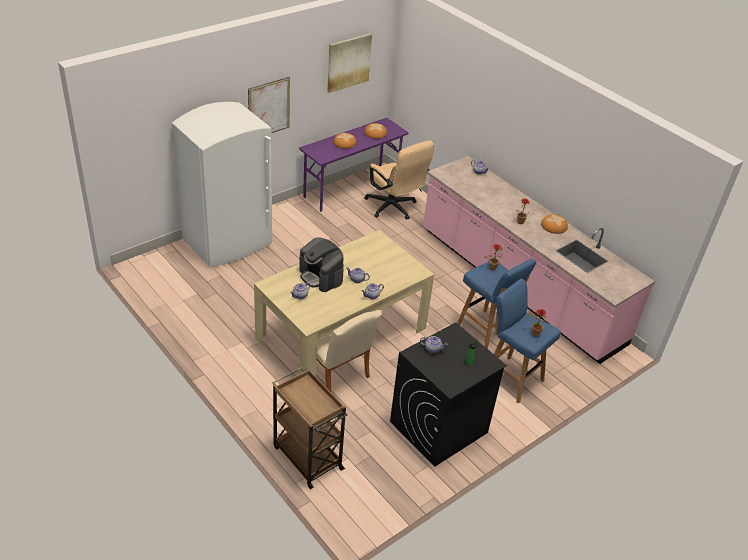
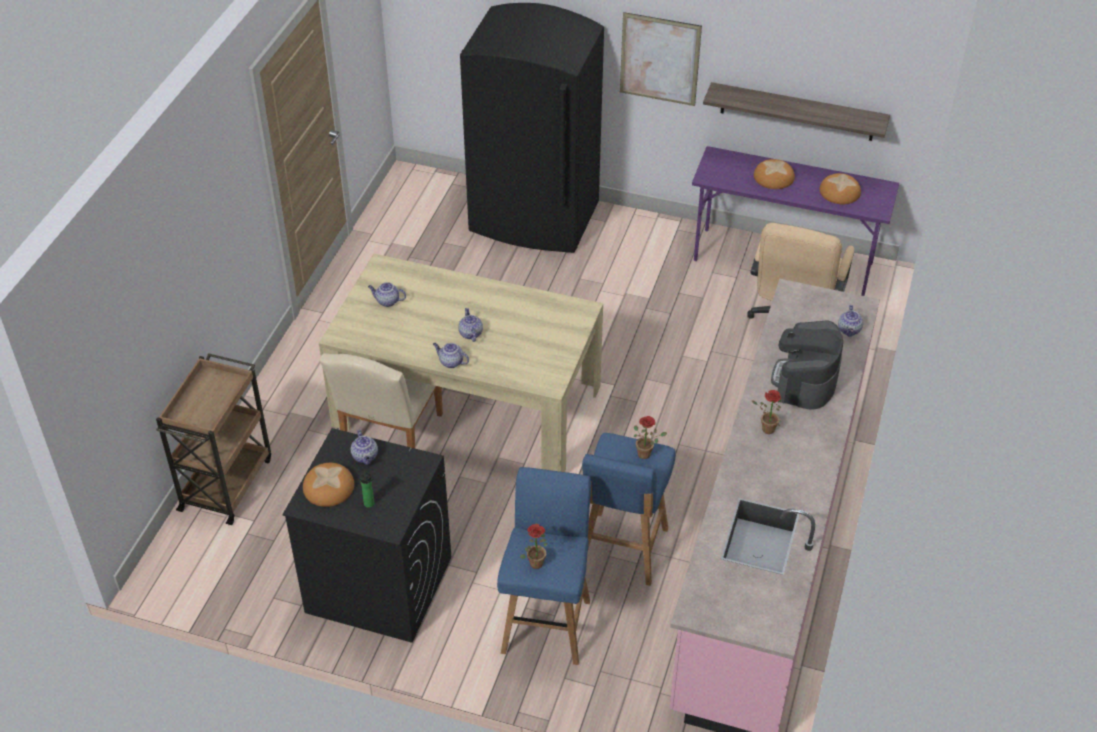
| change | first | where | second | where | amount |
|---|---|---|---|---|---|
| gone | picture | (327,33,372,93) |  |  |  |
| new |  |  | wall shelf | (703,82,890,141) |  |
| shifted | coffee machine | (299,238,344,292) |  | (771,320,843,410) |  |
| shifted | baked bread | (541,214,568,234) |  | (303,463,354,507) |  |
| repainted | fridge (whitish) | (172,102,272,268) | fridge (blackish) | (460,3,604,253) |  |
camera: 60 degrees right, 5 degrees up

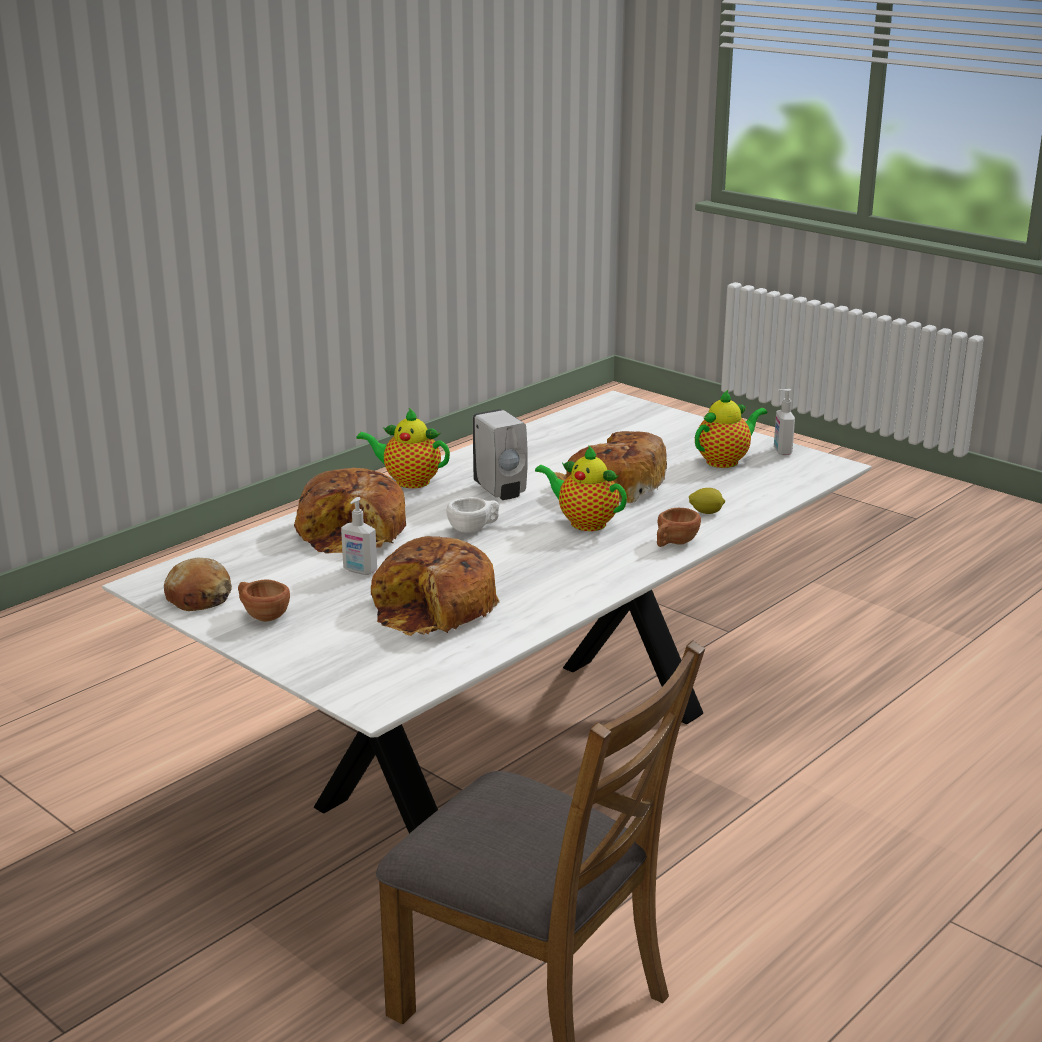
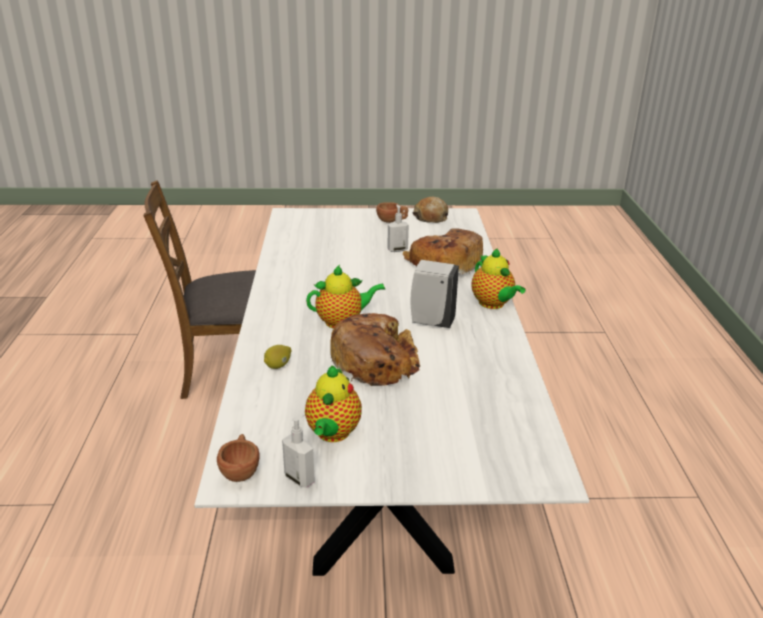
| change | first | where | second | where | amount |
|---|---|---|---|---|---|
| gone | baked bread | (371,536,500,636) |  |  |  |
| gone | drinking cup (whitish) | (446,497,499,533) |  |  |  |
| shifted | drinking cup (brown) | (657,508,701,547) |  | (217,434,260,482) |  |
| rotated | teapot | (356,408,450,488) |  | (471,248,526,309) | 90 degrees clockwise |
camera: 135 degrees right, 5 degrees up

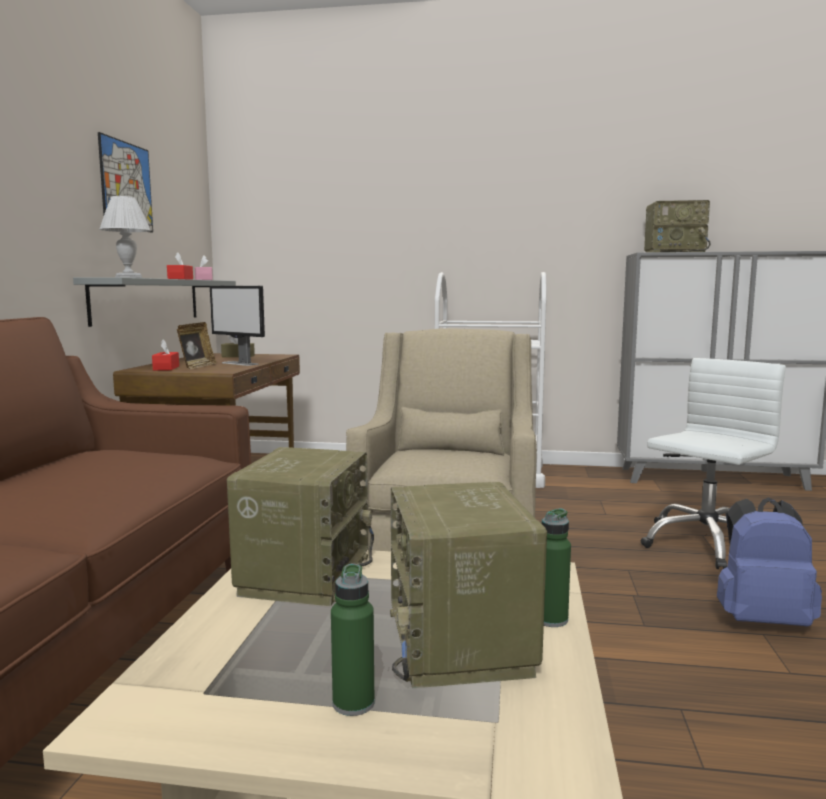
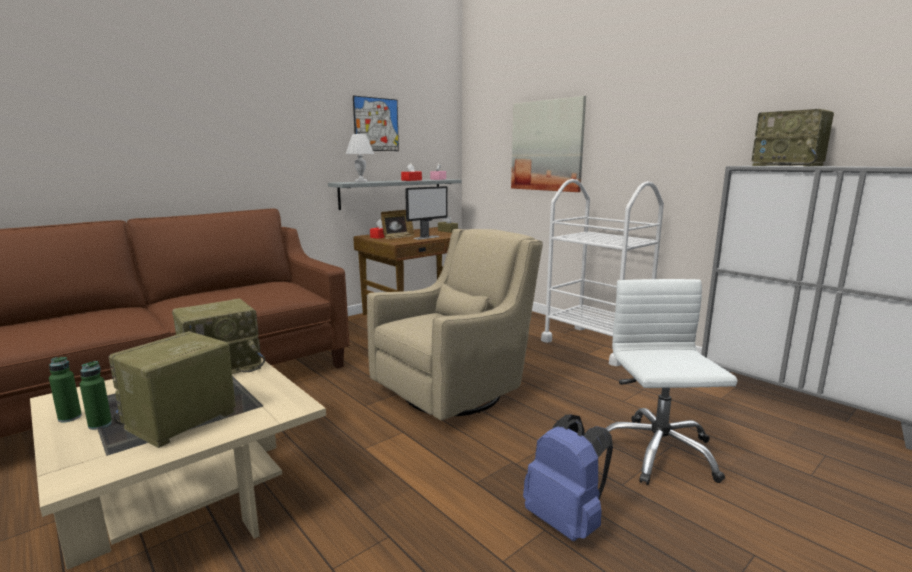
| change | first | where | second | where | amount |
|---|---|---|---|---|---|
| new |  |  | picture | (511,96,586,192) |  |
| shifted | drink bottle (green) | (542,509,571,627) |  | (49,357,82,423) |  |
| rotated | computer display | (210,286,265,366) |  | (405,186,448,240) | 120 degrees counterclockwise |
| rotated | desk chair (whitish) | (641,358,786,569) |  | (606,279,738,485) | 90 degrees counterclockwise |
camera: 40 degrees right, 5 degrees up

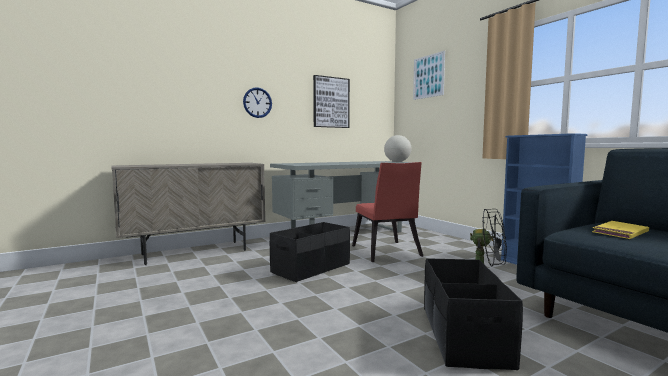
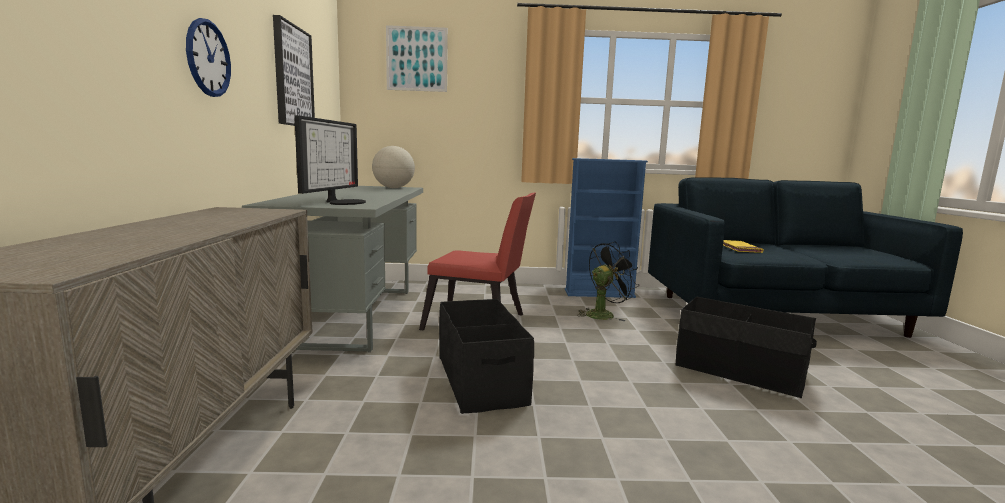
| change | first | where | second | where | amount |
|---|---|---|---|---|---|
| new |  |  | computer display | (294,115,366,205) |  |
camera: 60 degrees left, 5 degrees up

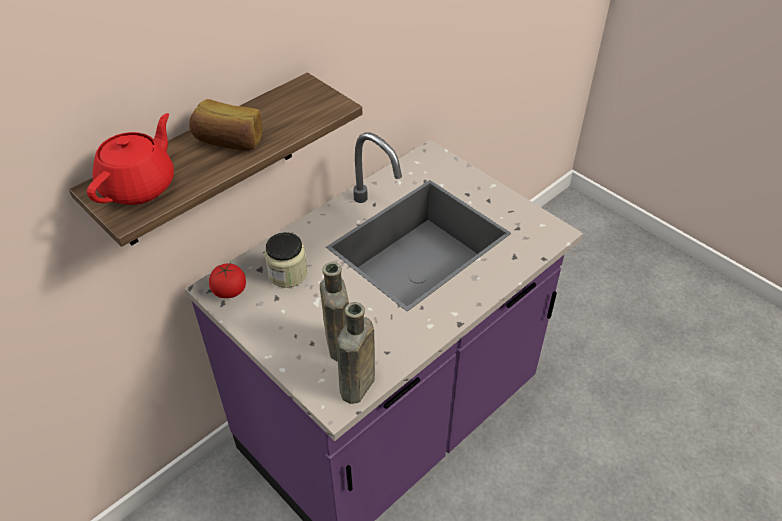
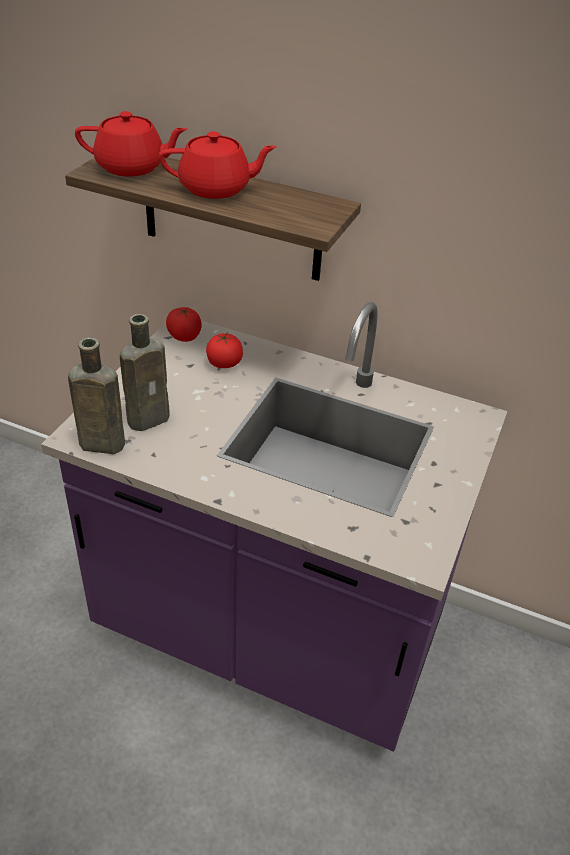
| change | first | where | second | where | amount |
|---|---|---|---|---|---|
| swapped | baked bread | (189,99,263,151) | teapot (reddish) | (159,131,277,199) |  |
| swapped | storage jar | (265,232,307,288) | fresh tomato | (206,333,243,368) |  |
camera: 65 degrees right, 5 degrees down

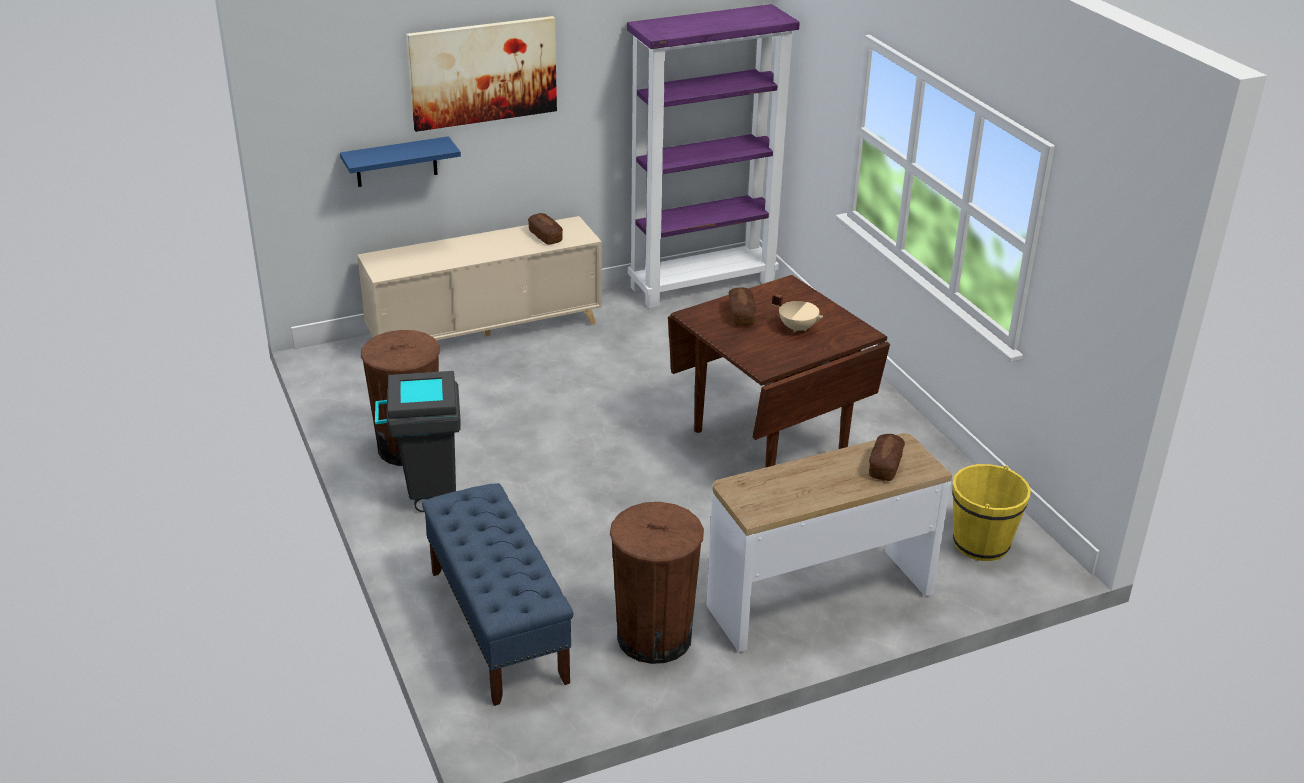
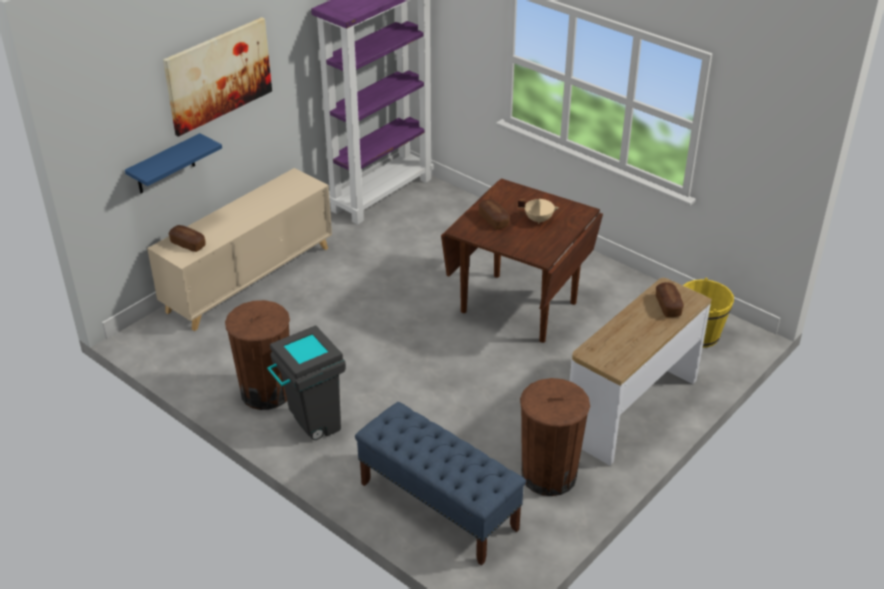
| change | first | where | second | where | amount |
|---|---|---|---|---|---|
| shifted | baked bread | (528,213,563,245) |  | (169,225,205,252) |  |
camera: 25 degrees left, 5 degrees up

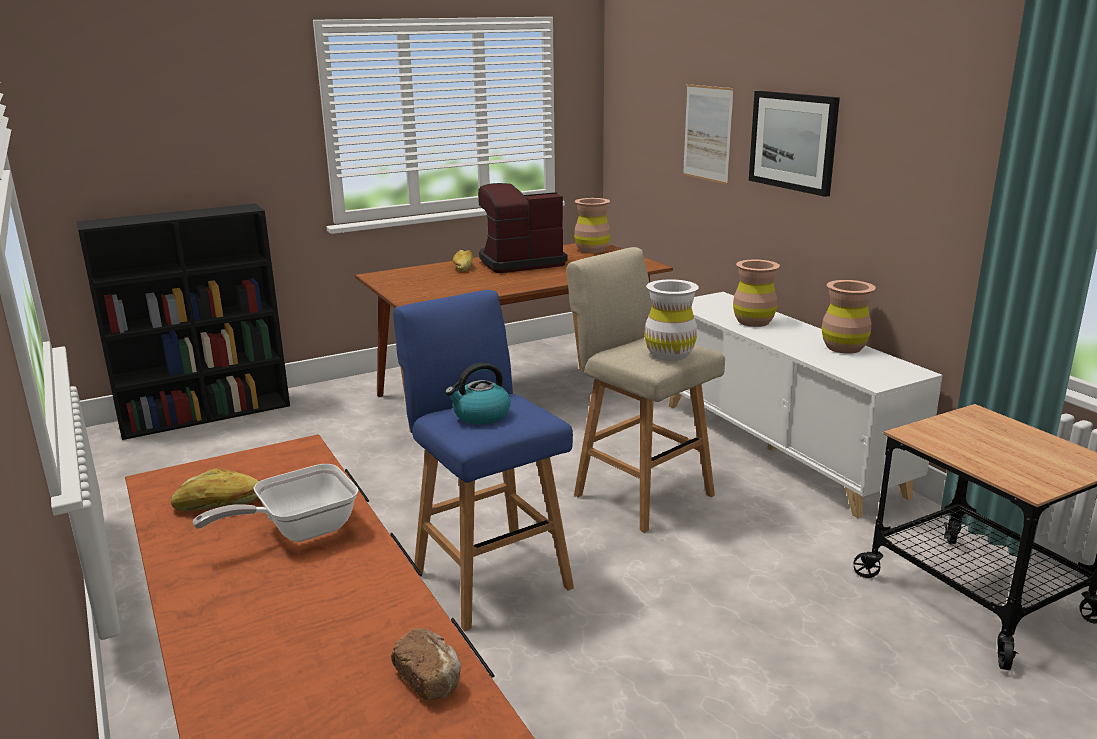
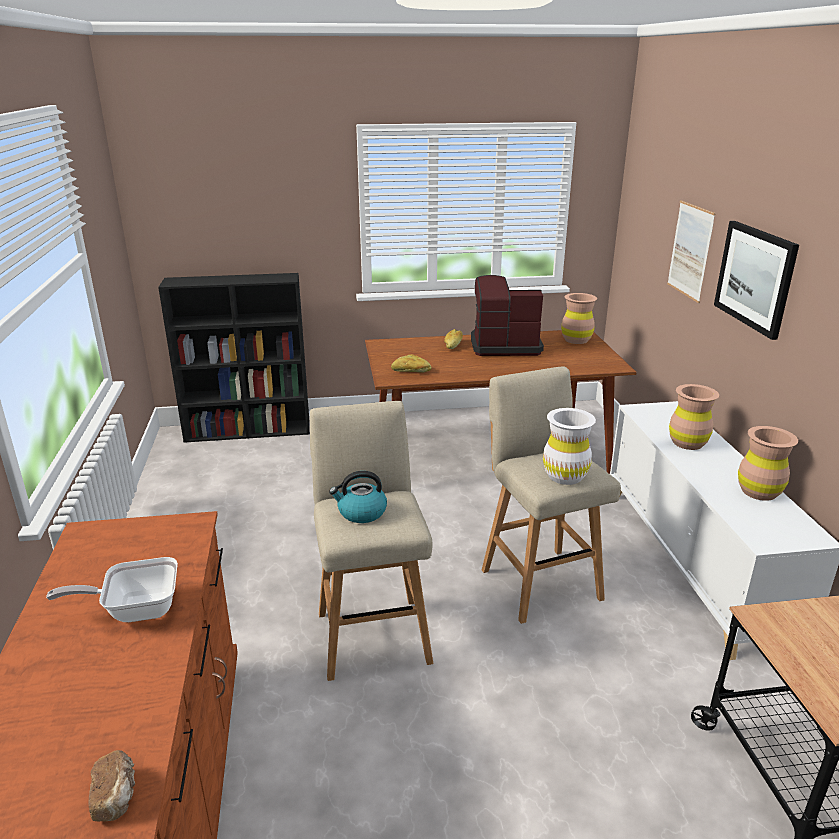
| change | first | where | second | where | amount |
|---|---|---|---|---|---|
| shifted | baked bread | (171,468,259,511) |  | (391,354,431,373) |  |
| repainted | sitting stool (blue-coloured) | (393,290,574,631) | sitting stool (beige-coloured) | (310,401,433,681) |  |
camera: 20 degrees right, 5 degrees up

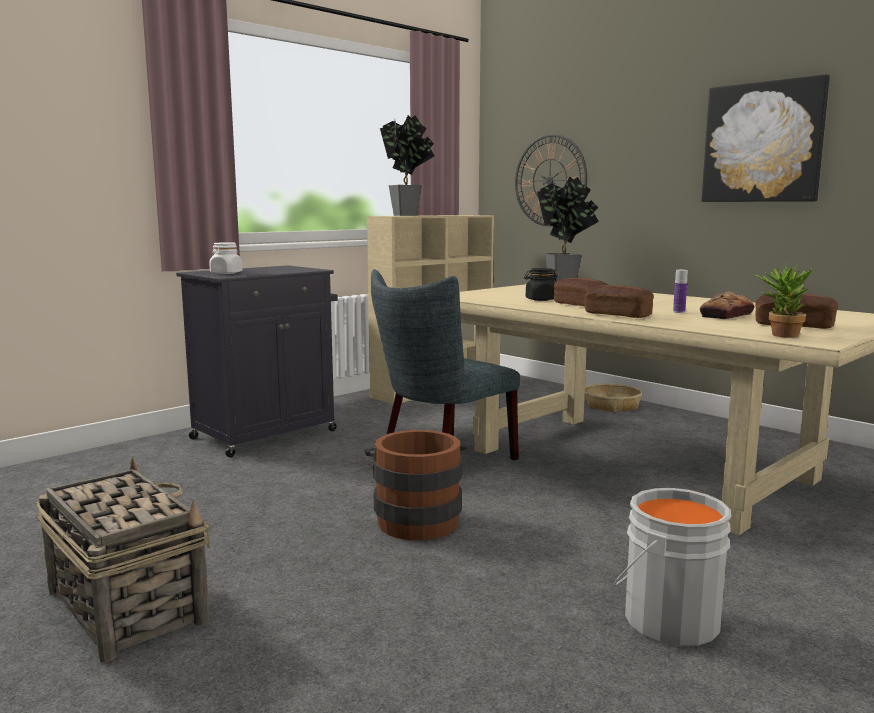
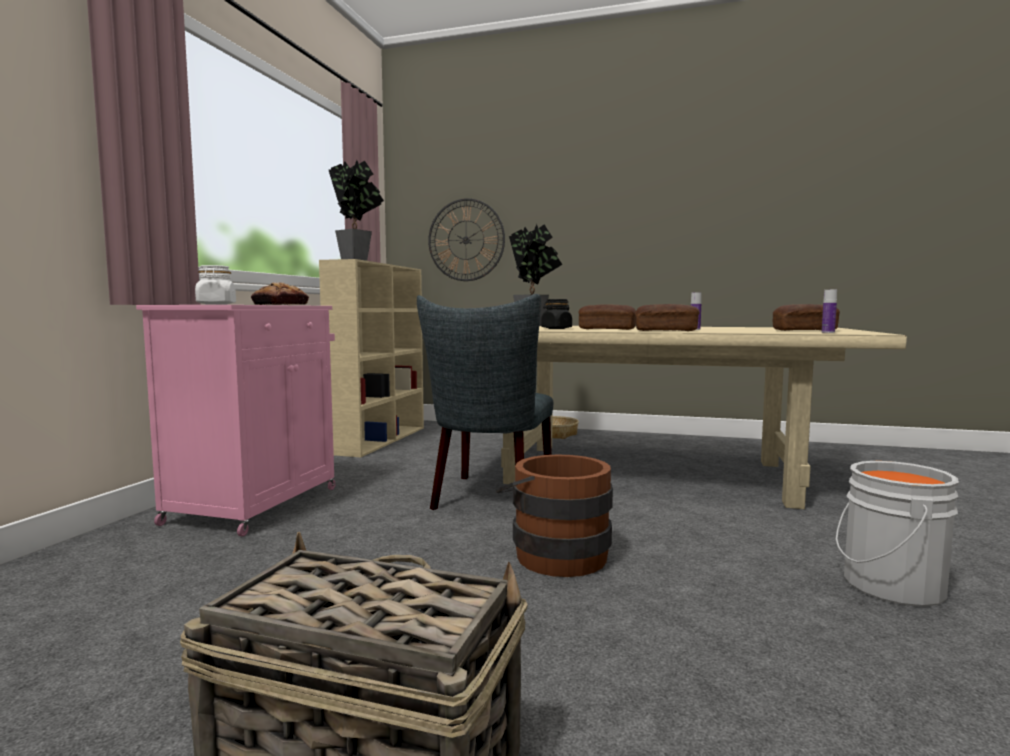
| change | first | where | second | where | amount |
|---|---|---|---|---|---|
| gone | picture | (702,74,830,202) |  |  |  |
| shifted | baked bread | (700,291,755,319) |  | (251,282,309,305) |  |
| swapped | houseplant | (754,263,814,338) | drink bottle | (822,290,837,333) |  |
| repainted | cabinet (blackish) | (176,265,338,457) | cabinet (pink-coloured) | (136,305,335,536) |  |
camera: 30 degrees left, 5 degrees down

